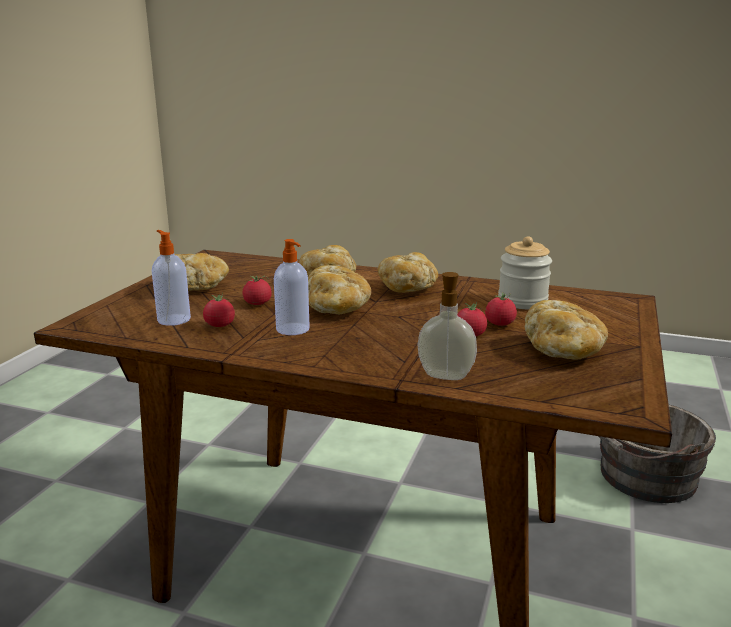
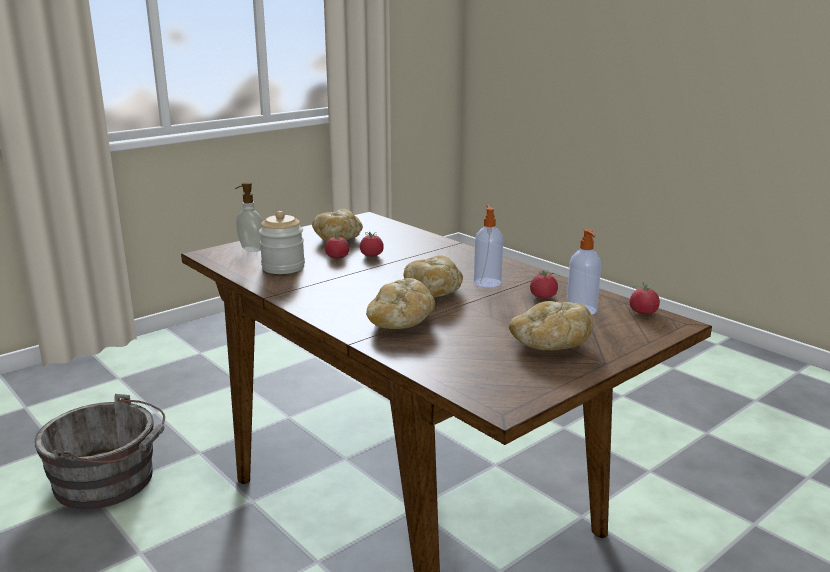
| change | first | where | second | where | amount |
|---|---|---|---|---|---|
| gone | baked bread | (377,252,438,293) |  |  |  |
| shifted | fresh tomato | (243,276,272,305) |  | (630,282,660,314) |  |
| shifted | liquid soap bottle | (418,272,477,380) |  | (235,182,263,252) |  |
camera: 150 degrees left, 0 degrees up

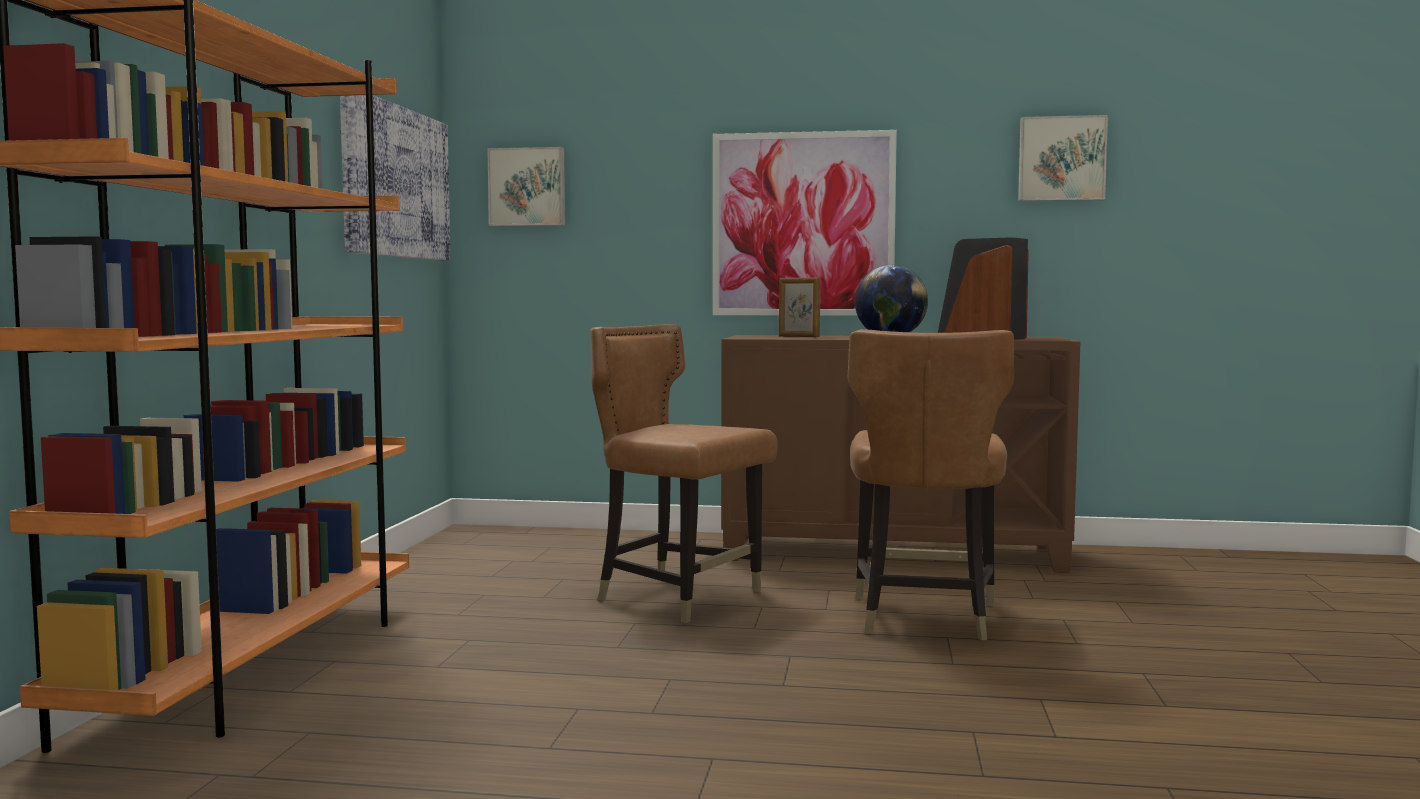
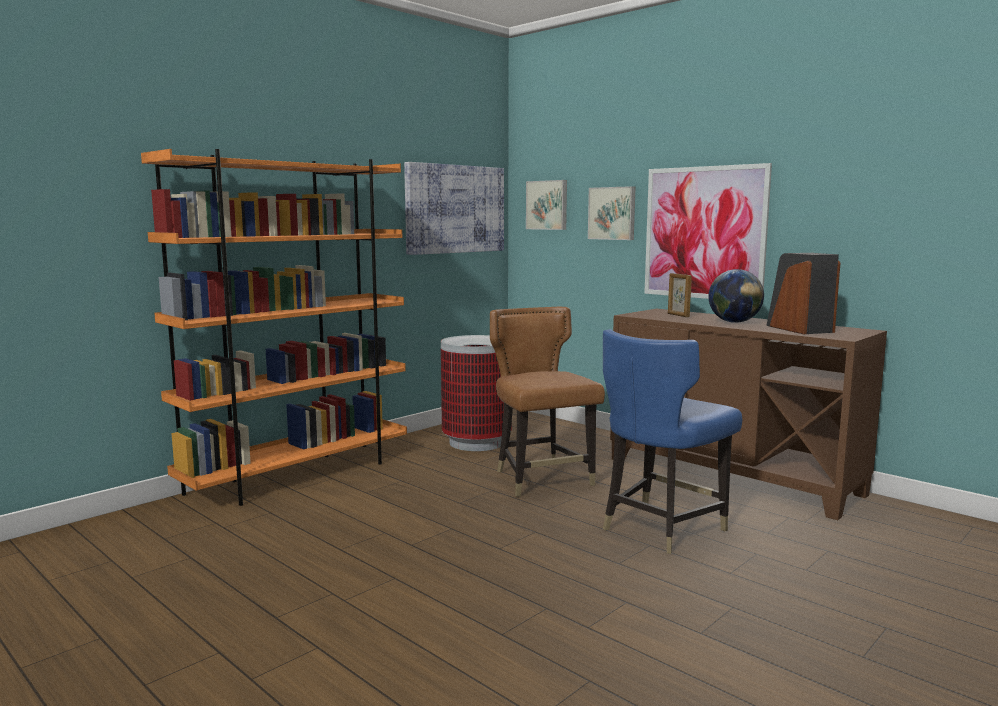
| change | first | where | second | where | amount |
|---|---|---|---|---|---|
| new |  |  | trash can | (441,335,512,451) |  |
| shifted | picture | (1018,115,1108,201) |  | (588,186,636,240) |  |
| repainted | chair (brown) | (848,329,1014,641) | chair (blue-coloured) | (603,329,742,554) |  |
camera: 35 degrees right, 5 degrees up

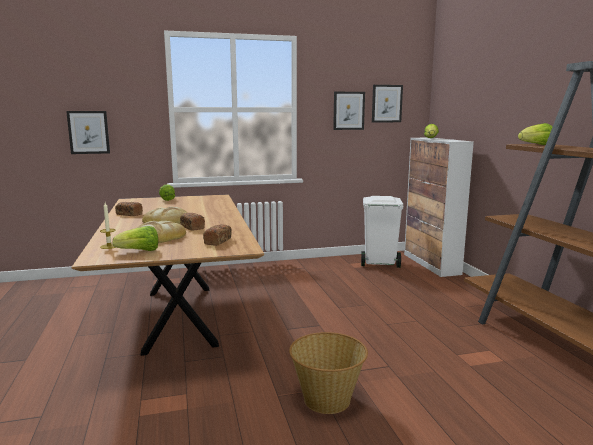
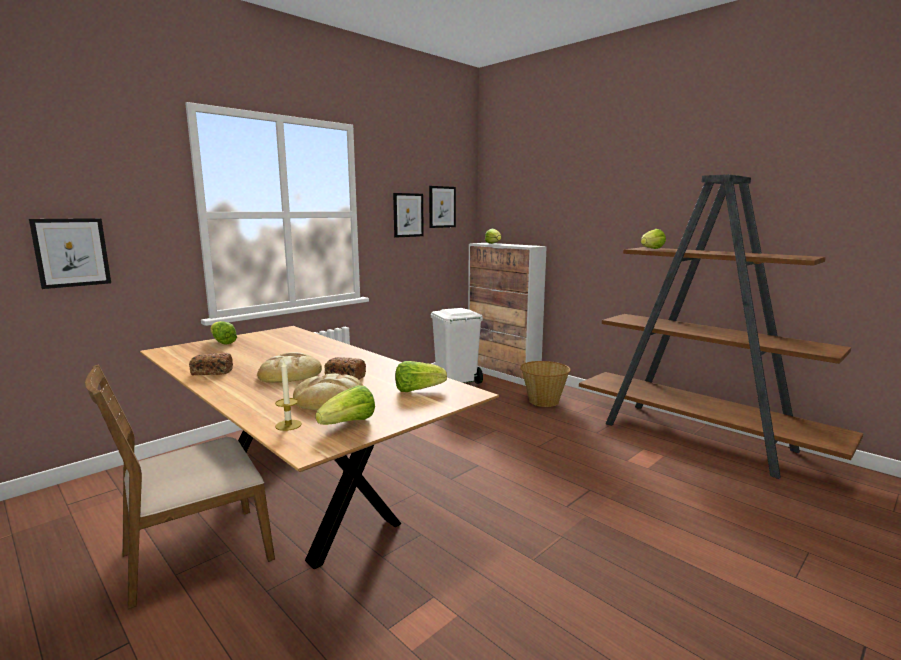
| change | first | where | second | where | amount |
|---|---|---|---|---|---|
| new |  |  | chair (brown) | (85,364,275,609) |  |
| shifted | household basket | (289,332,368,414) |  | (520,361,571,407) |  |
| swapped | baked bread | (203,224,232,246) | lettuce head | (395,361,447,392) |  |
camera: 30 degrees left, 0 degrees up

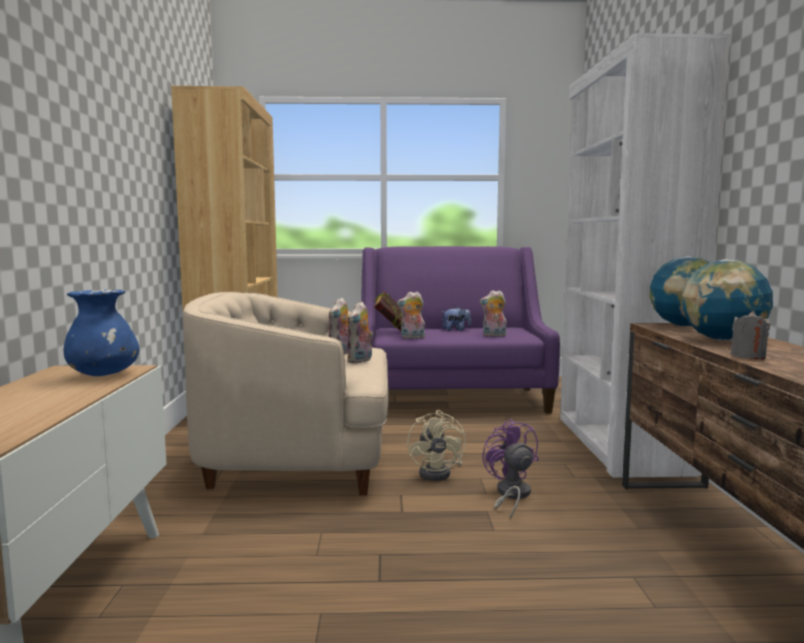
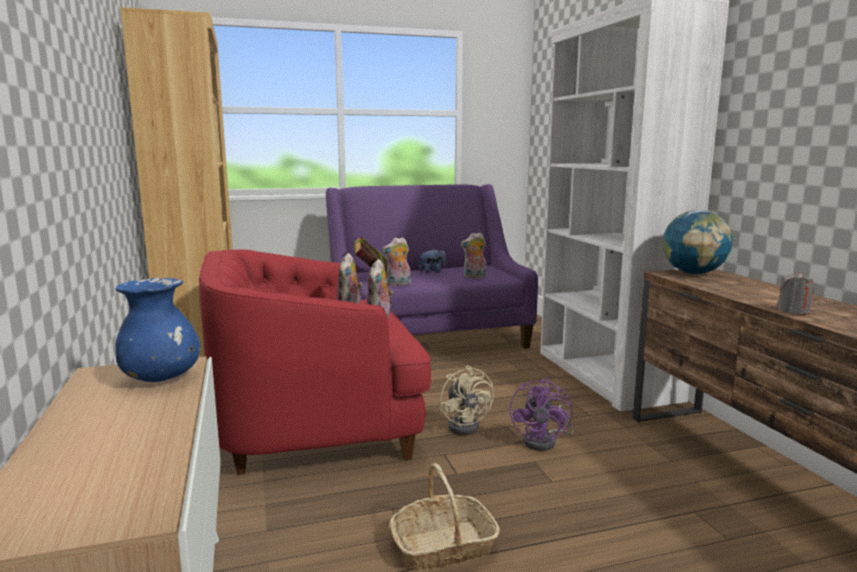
| change | first | where | second | where | amount |
|---|---|---|---|---|---|
| gone | globe | (682,259,773,340) |  |  |  |
| new |  |  | household basket | (389,463,500,570) |  |
| repainted | lounge chair (beige-coloured) | (183,292,389,495) | lounge chair (reddish) | (199,249,431,475) |  |
| rotated | cooling fan (purplish) | (482,419,539,519) |  | (510,378,574,451) | 135 degrees counterclockwise |
camera: 15 degrees left, 5 degrees up

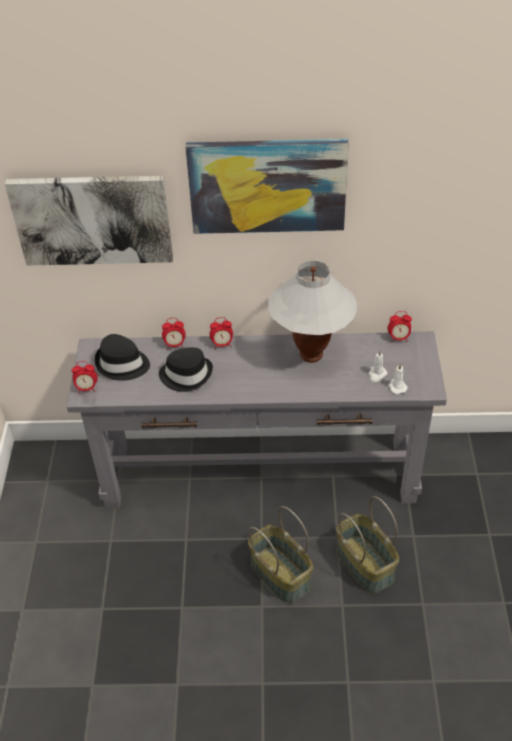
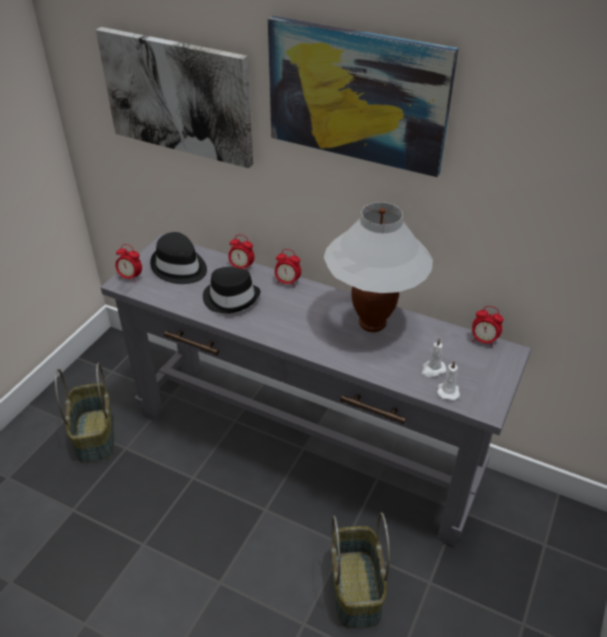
| change | first | where | second | where | amount |
|---|---|---|---|---|---|
| shifted | household basket | (248,506,313,604) |  | (55,363,114,463) |  |
camera: 25 degrees right, 5 degrees down

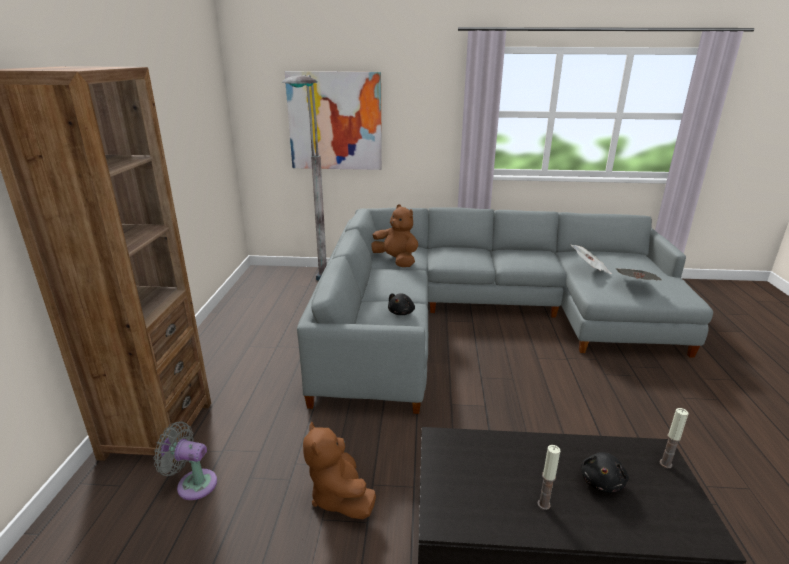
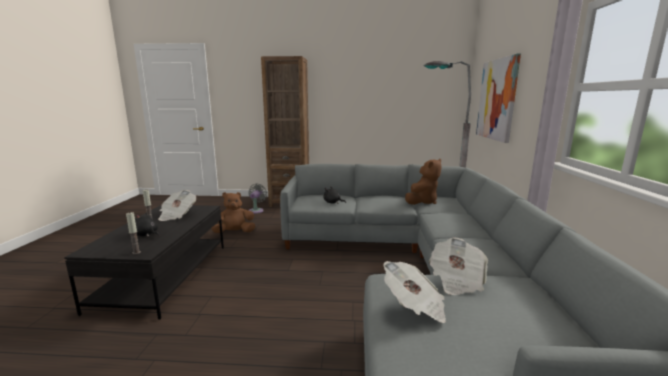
| change | first | where | second | where | amount |
|---|---|---|---|---|---|
| new |  |  | newspaper | (158,190,196,221) |  |
camera: 90 degrees right, 10 degrees down

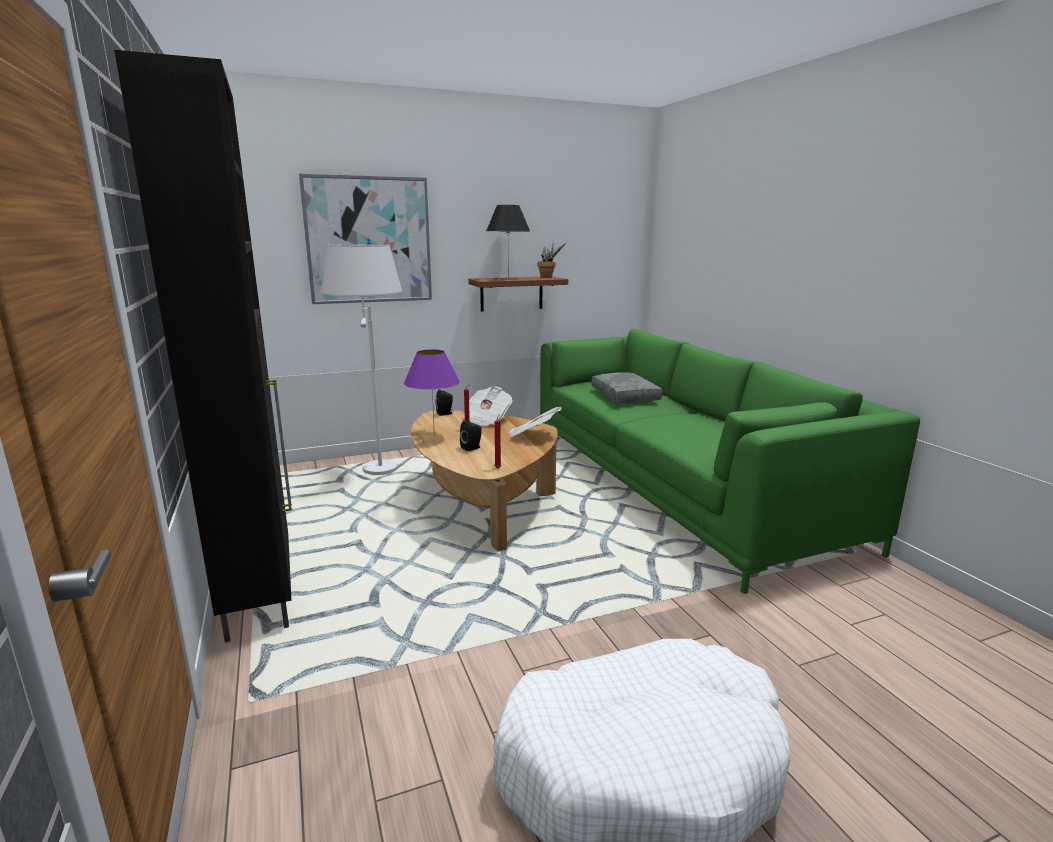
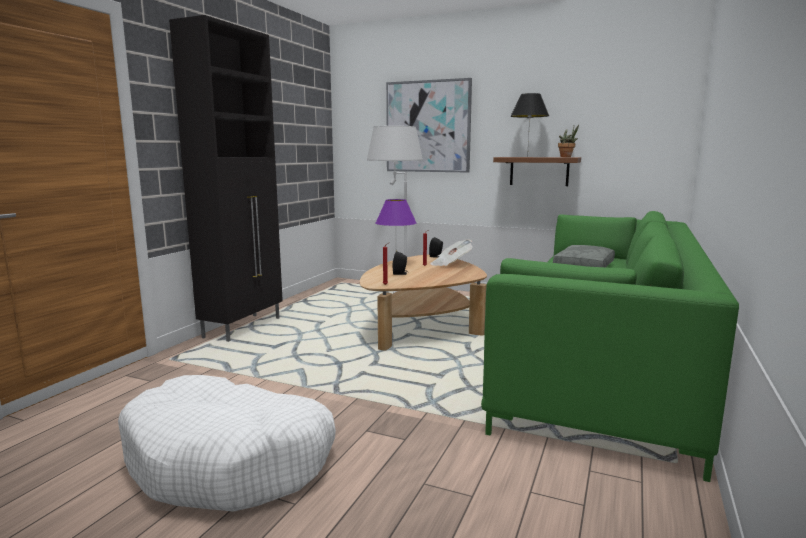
| change | first | where | second | where | amount |
|---|---|---|---|---|---|
| gone | newspaper | (510,407,562,437) |  |  |  |
camera: 45 degrees right, 5 degrees down

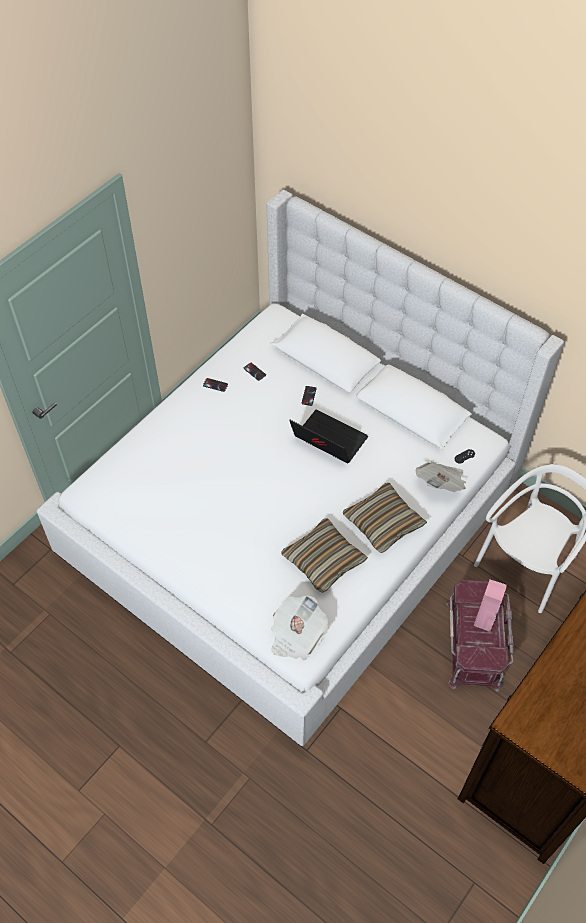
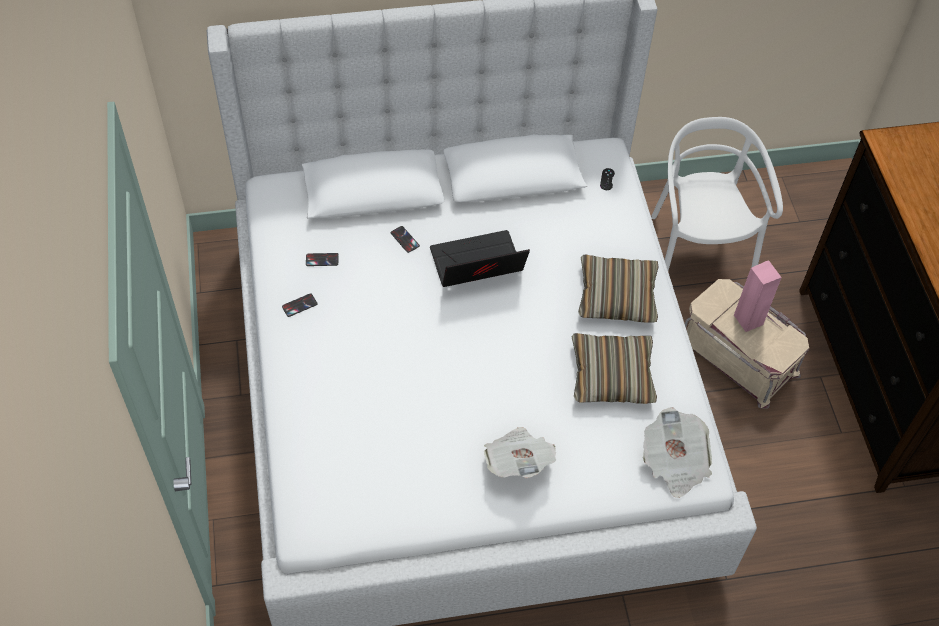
| change | first | where | second | where | amount |
|---|---|---|---|---|---|
| shifted | newspaper | (415,461,466,492) |  | (484,427,556,478) |  |
| repainted | storage container (reddish) | (446,580,514,692) | storage container (beige-coloured) | (685,279,809,409) |  |
camera: 50 degrees left, 0 degrees up

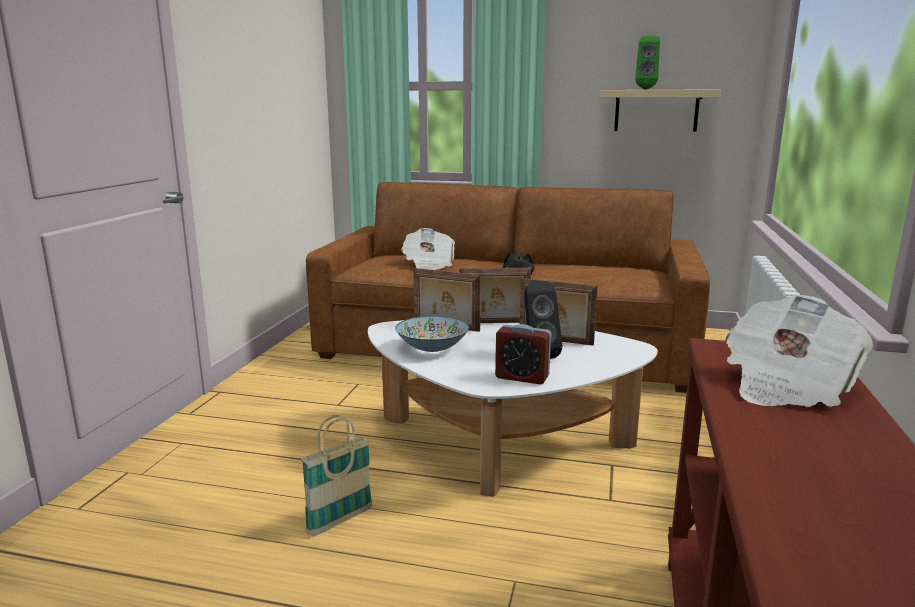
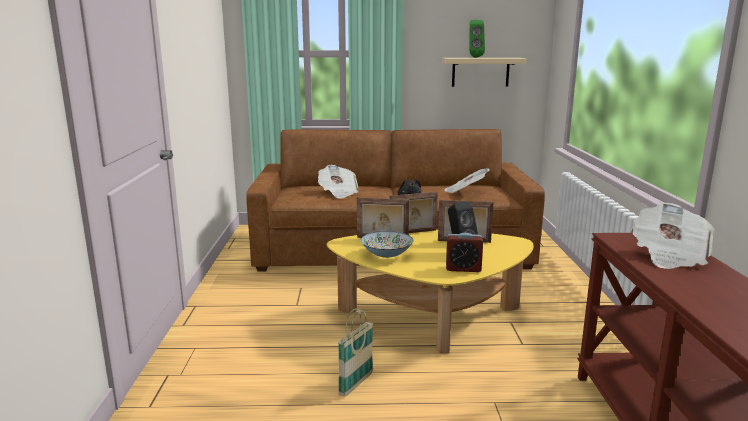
| change | first | where | second | where | amount |
|---|---|---|---|---|---|
| new |  |  | newspaper | (444,168,490,193) |  |
| repainted | lounge table (whitish) | (368,320,658,497) | lounge table (yellowish) | (327,230,533,353) |  |
camera: 15 degrees left, 0 degrees up

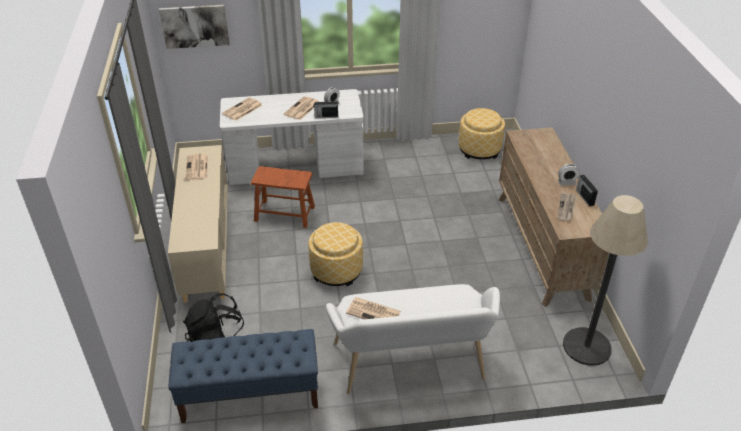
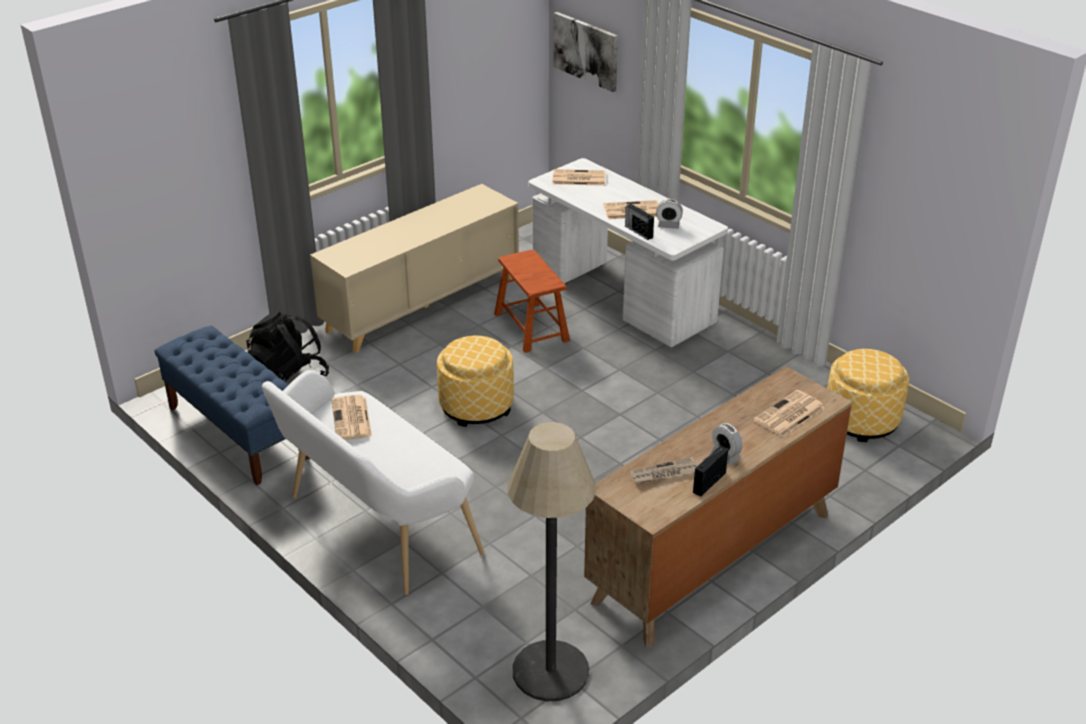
| change | first | where | second | where | amount |
|---|---|---|---|---|---|
| shifted | newspaper | (186,154,208,180) |  | (753,390,825,437) |  |
camera: 55 degrees right, 5 degrees down

